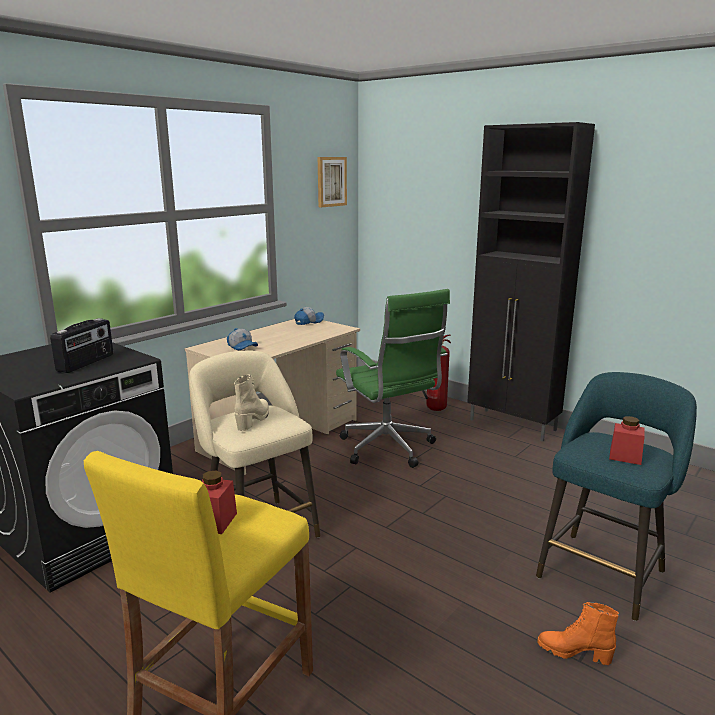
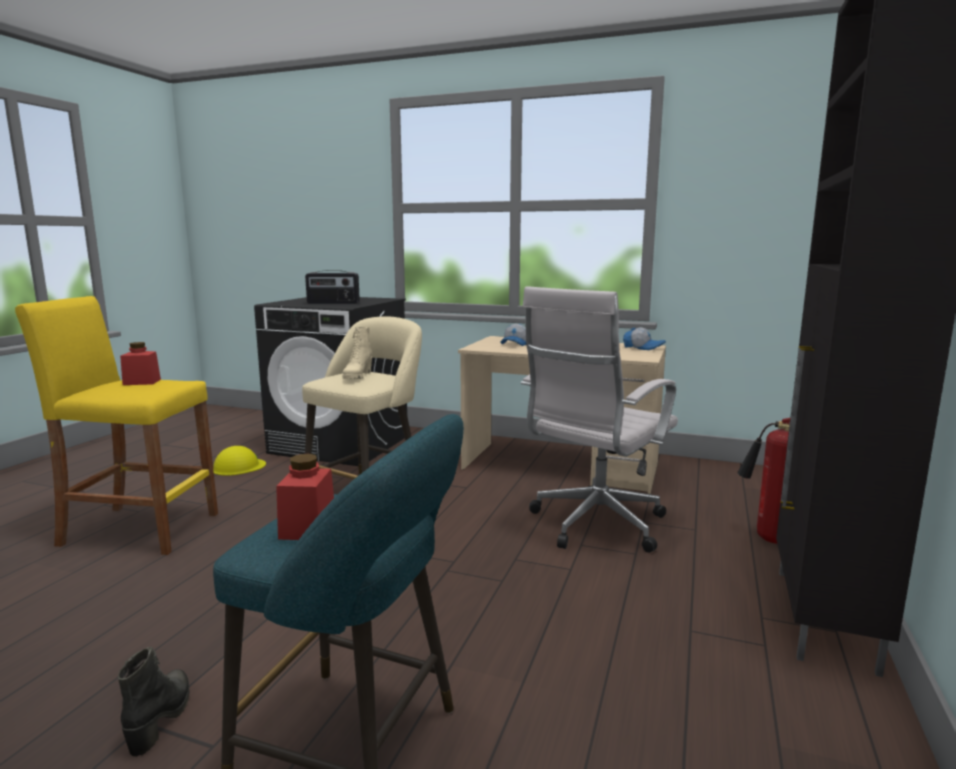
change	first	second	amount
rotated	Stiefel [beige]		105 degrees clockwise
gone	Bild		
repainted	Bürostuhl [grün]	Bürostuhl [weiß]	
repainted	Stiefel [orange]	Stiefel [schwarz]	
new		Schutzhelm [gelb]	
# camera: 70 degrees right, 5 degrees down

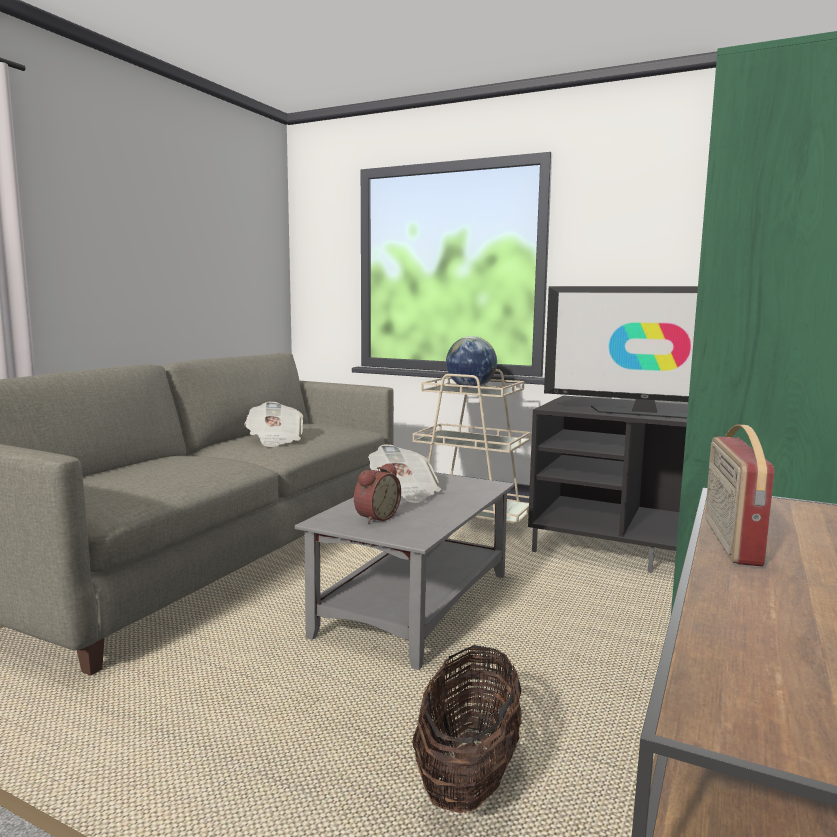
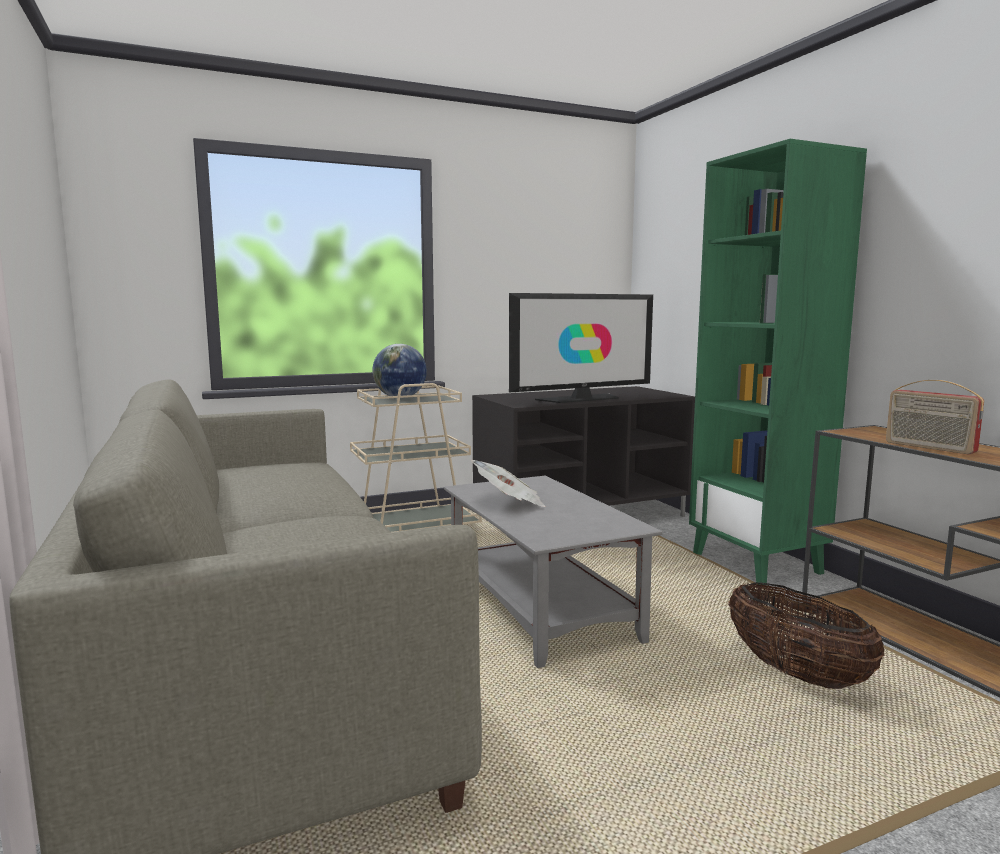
change	first	second	amount
gone	Zeitung (no. 1 from left)		
gone	Wecker		
# camera: 50 degrees left, 0 degrees up

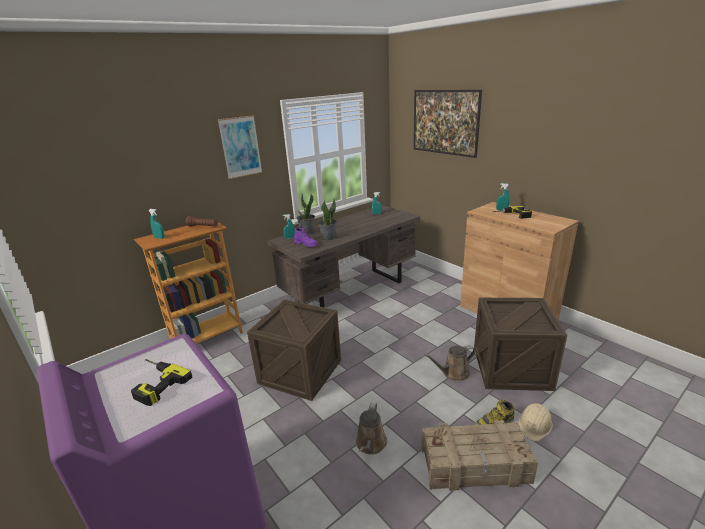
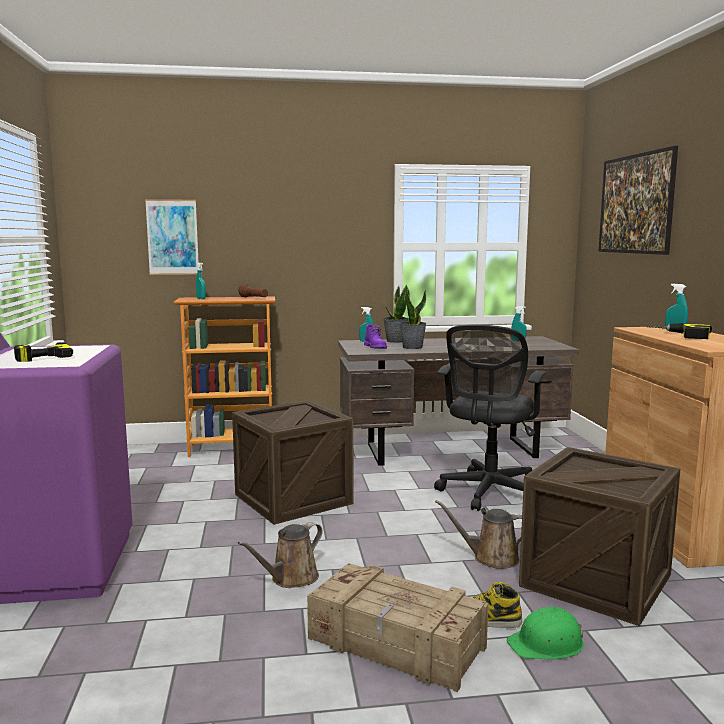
change	first	second	amount
shifted	Bild (no. 1 from left)		
repainted	Schutzhelm [beige]	Schutzhelm [grün]	
new		Bürostuhl [schwarz]	
# camera: 30 degrees right, 15 degrees down

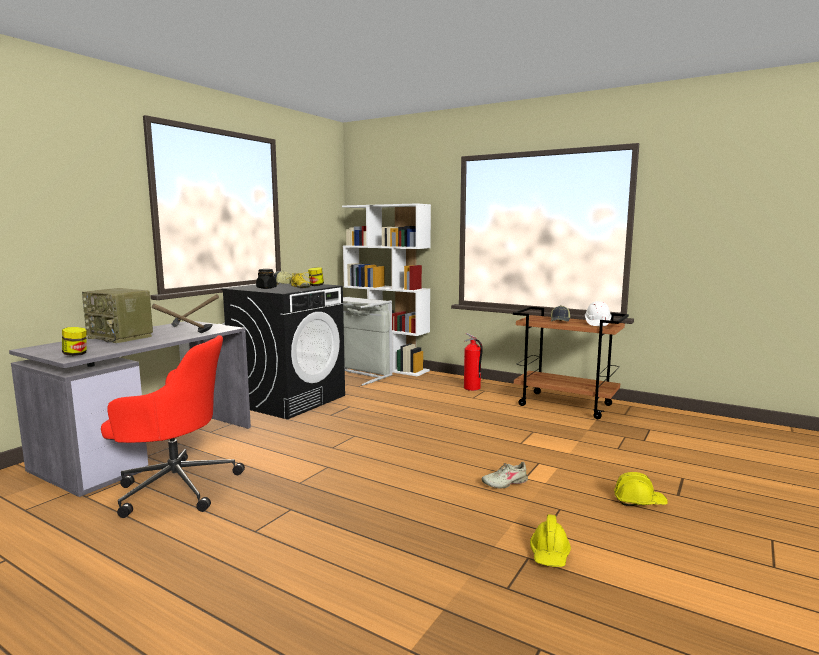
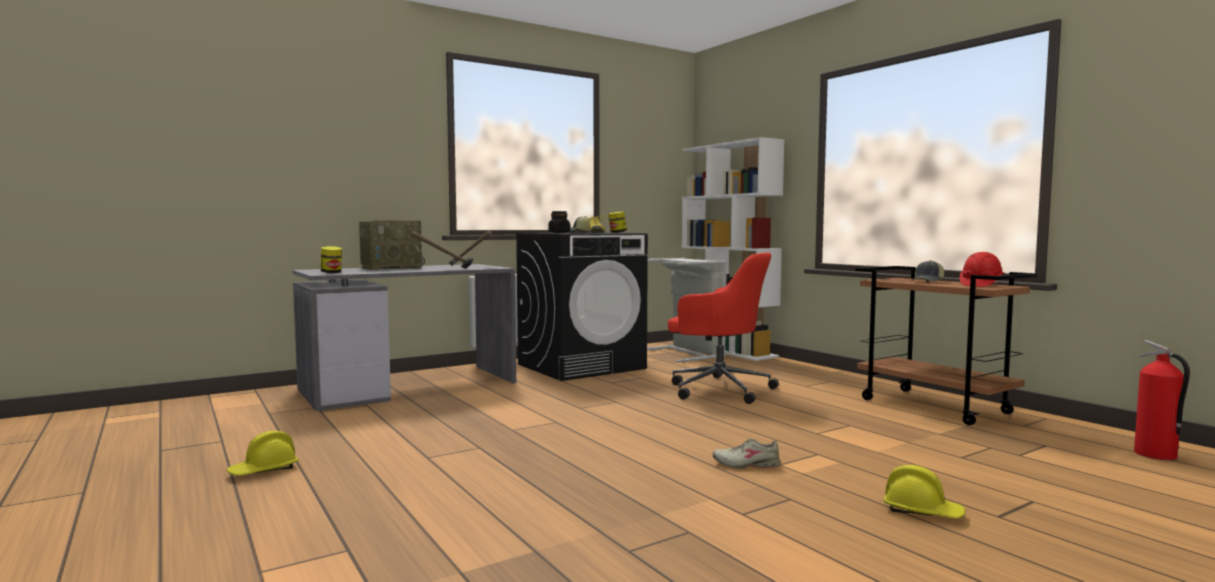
change	first	second	amount
rotated	Radio		90 degrees counterclockwise
shifted	Bürostuhl [rot]		
shifted	Feuerlöscher		
shifted	Schutzhelm [gelb] (no. 1 from left)		
repainted	Schutzhelm [weiß]	Schutzhelm [rot]	
# camera: 25 degrees right, 5 degrees down

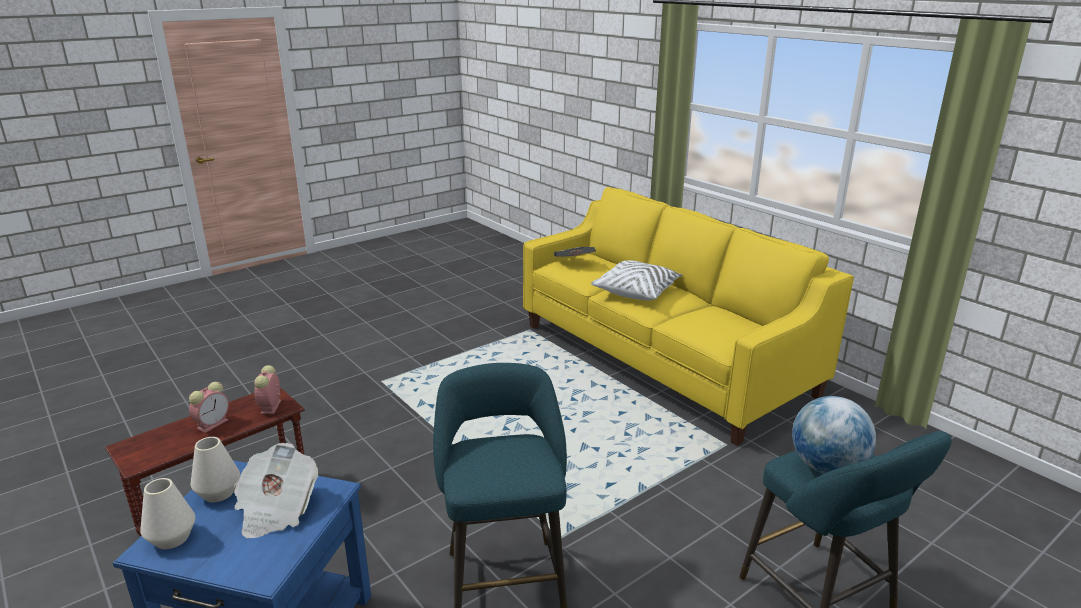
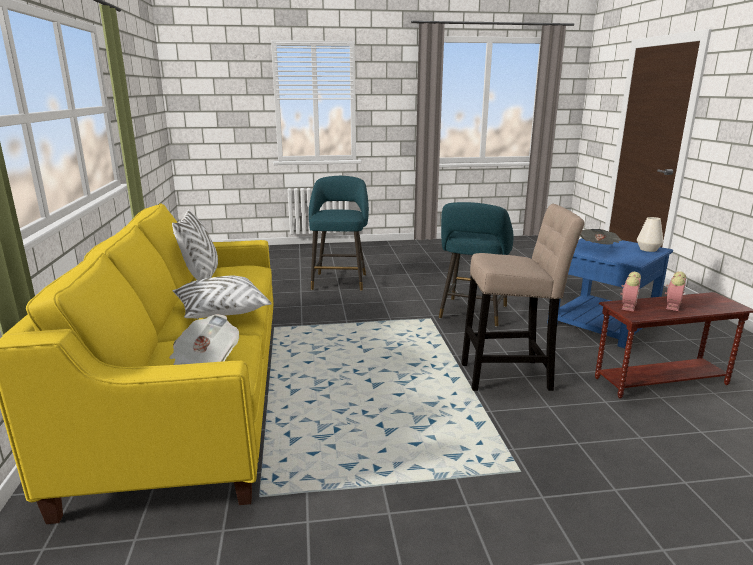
change	first	second	amount
rotated	Wecker (no. 1 from left in the first image)	Wecker (no. 2 from left)	150 degrees clockwise
gone	Vase [weiß] (no. 2 from left)		
gone	Globus		
new		Kissen [weiß] (no. 1 from left)	
new		Hocker [beige]	
# camera: 150 degrees left, 5 degrees down

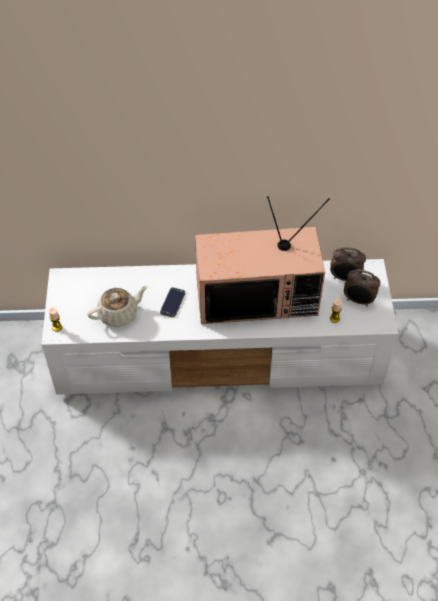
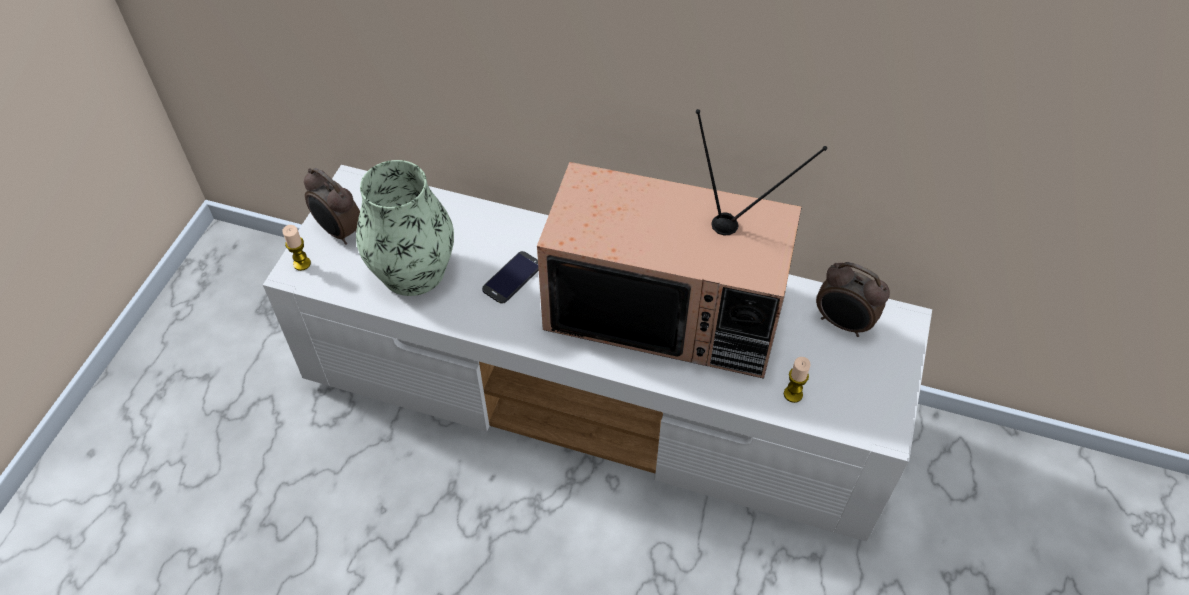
change	first	second	amount
swapped	Teekanne [beige]	Vase	
shifted	Wecker (no. 2 from left in the first image)	Wecker (no. 1 from left)	
# camera: 20 degrees right, 0 degrees up

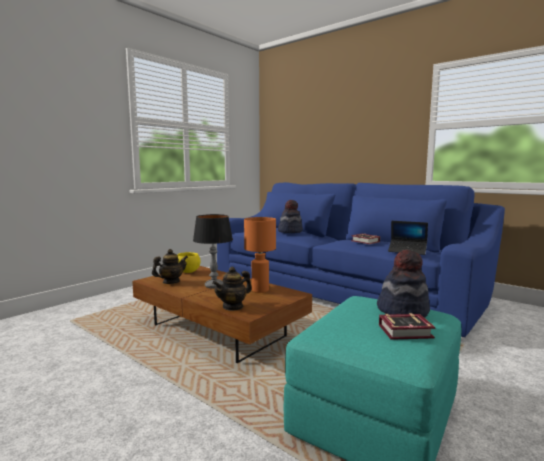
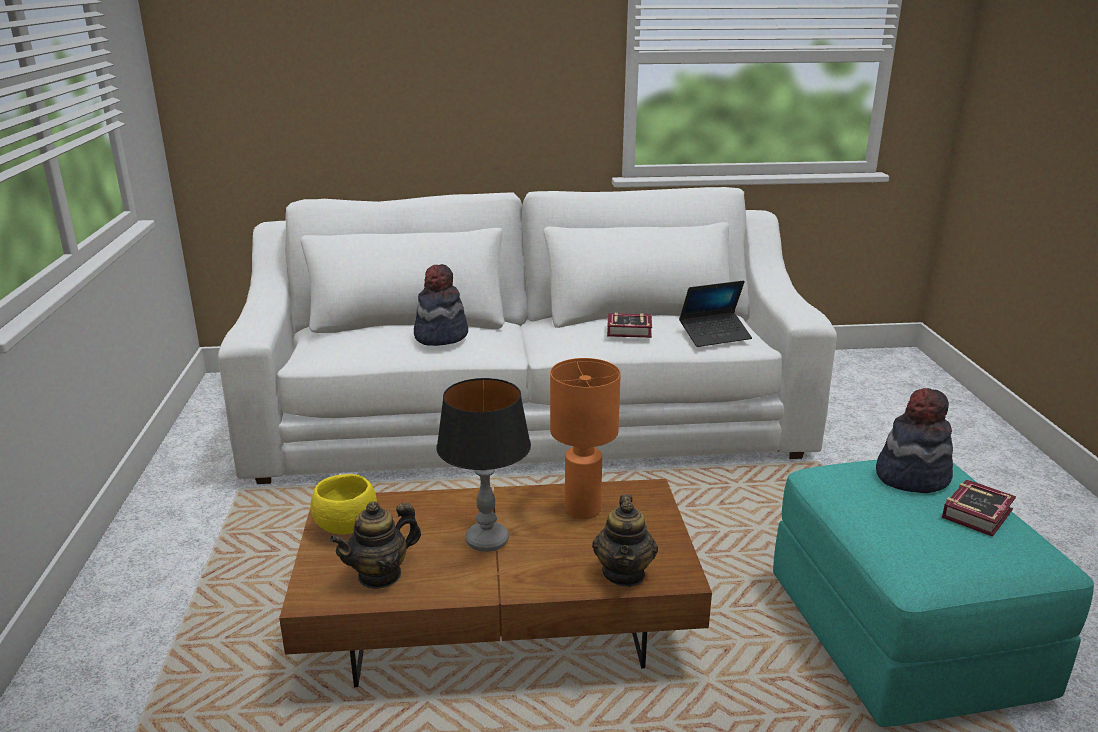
change	first	second	amount
rotated	Teekanne (no. 1 from left)		135 degrees counterclockwise
repainted	Sofa [blau]	Sofa [weiß]	
# camera: 45 degrees left, 15 degrees up

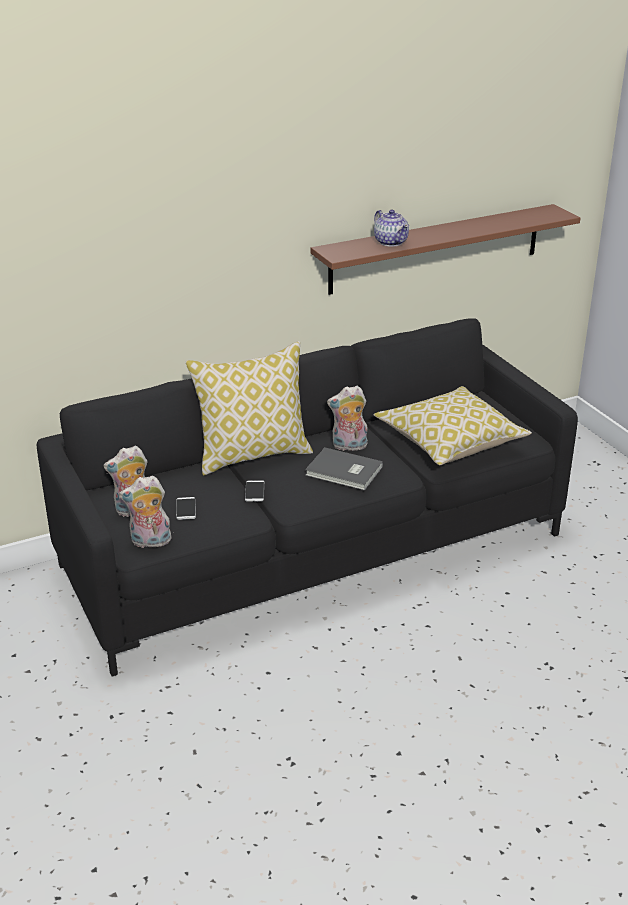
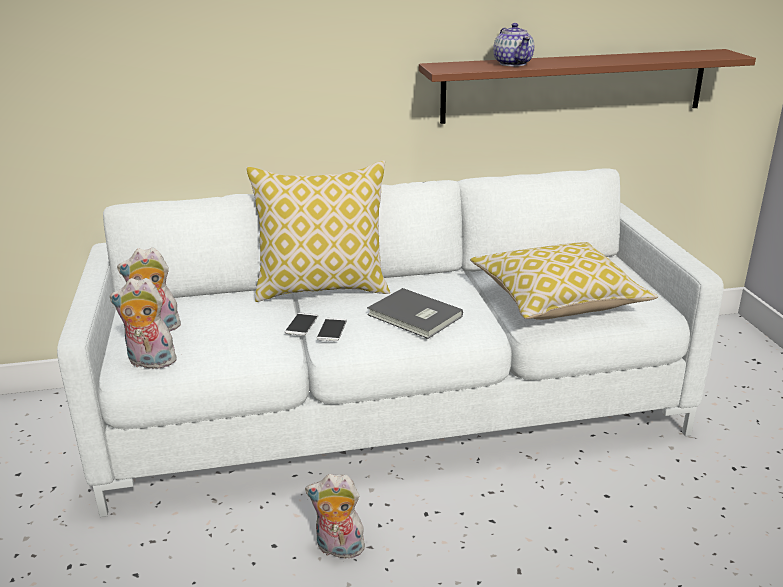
change	first	second	amount
repainted	Sofa [schwarz]	Sofa [weiß]	
shifted	Handy (no. 1 from left in the first image)	Handy (no. 2 from left)	
shifted	Plüschtier (no. 3 from left)		
# camera: 15 degrees right, 5 degrees down

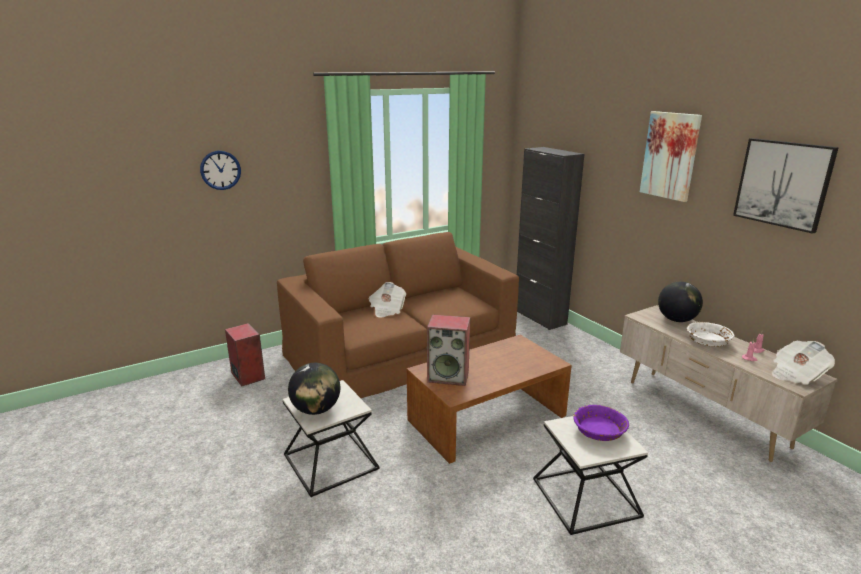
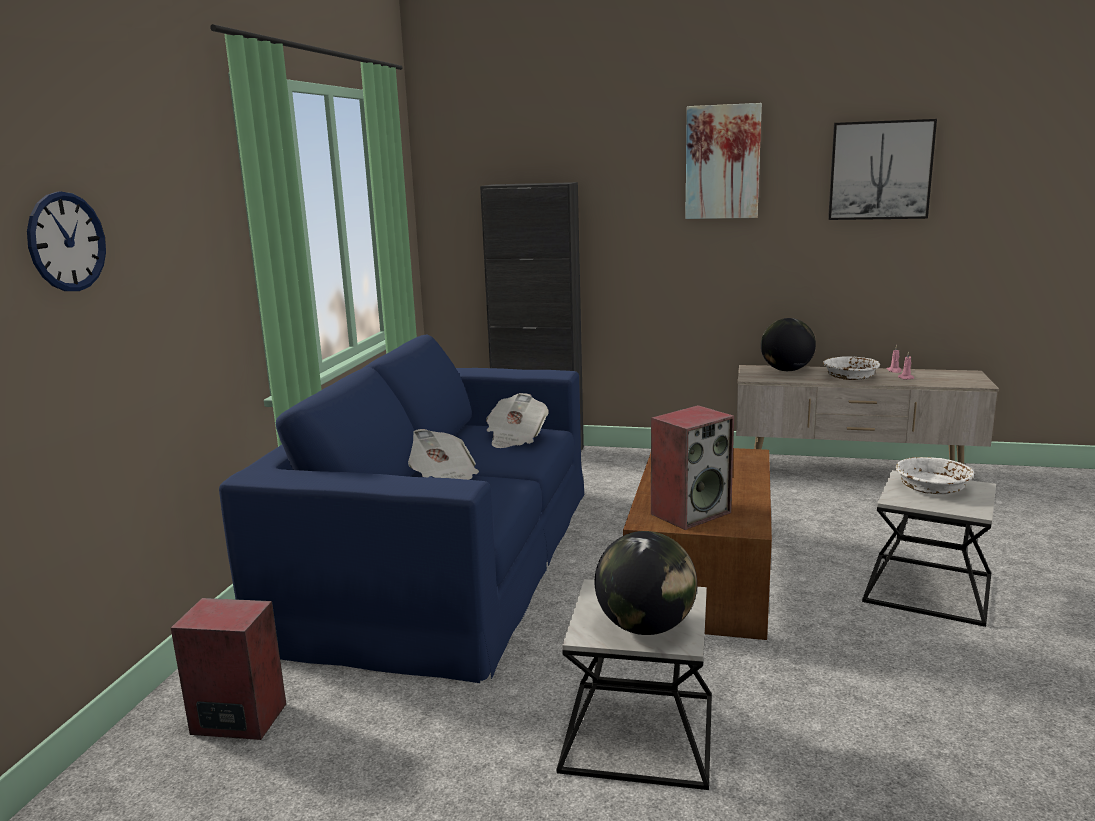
change	first	second	amount
repainted	Sofa [braun]	Sofa [blau]	
repainted	Schüssel [lila]	Schüssel [weiß] (no. 2 from left)	
shifted	Zeitung (no. 2 from left)		
# camera: 45 degrees left, 5 degrees down

